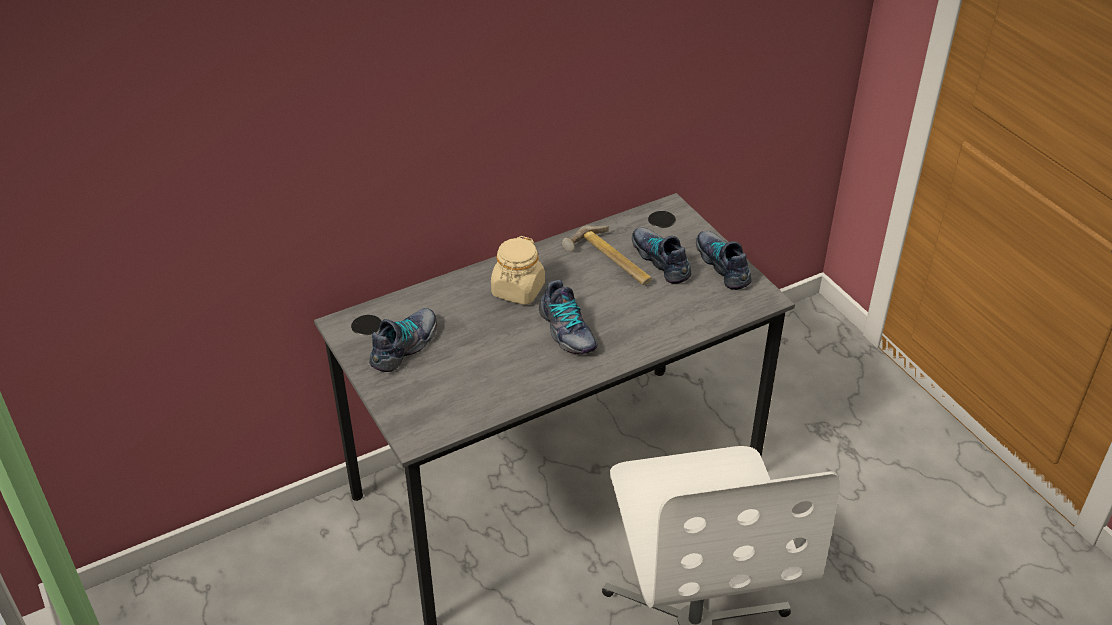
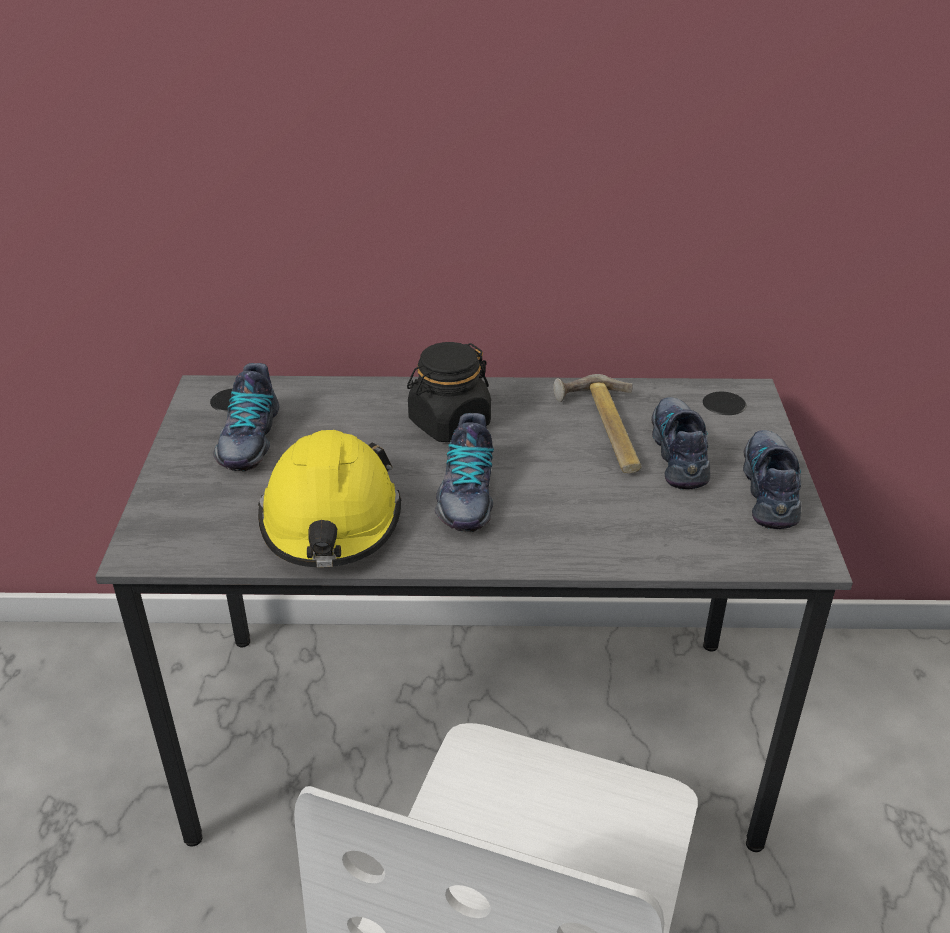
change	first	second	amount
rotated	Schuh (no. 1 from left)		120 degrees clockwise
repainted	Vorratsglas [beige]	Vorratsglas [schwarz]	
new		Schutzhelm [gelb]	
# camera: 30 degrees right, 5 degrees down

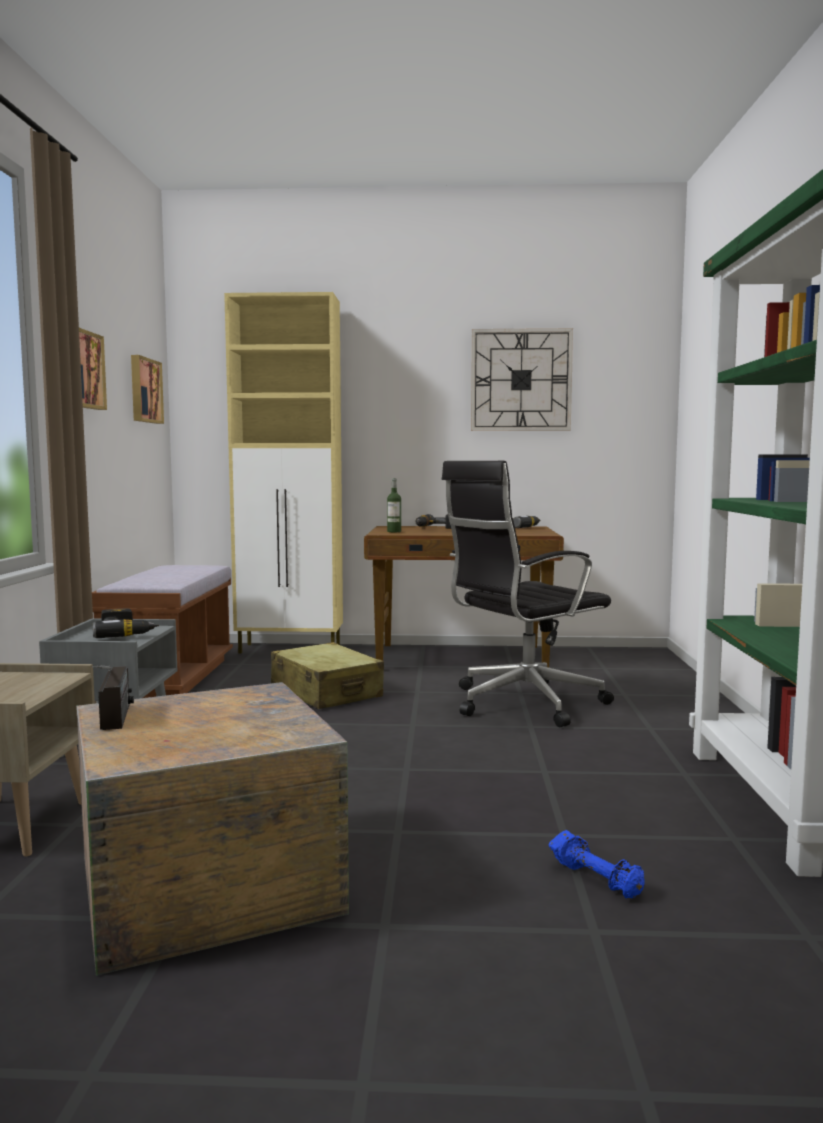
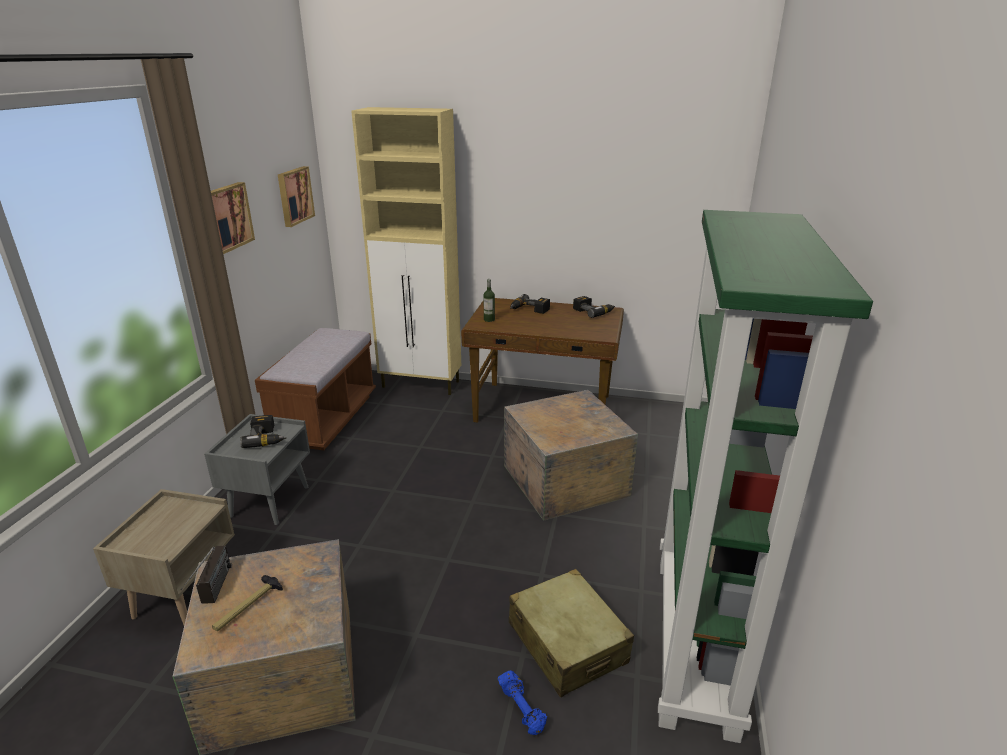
change	first	second	amount
shifted	Koffer [beige]		
swapped	Bürostuhl [schwarz]	Kiste (no. 2 from left)	
gone	Wanduhr		
new		Hammer	
# camera: 10 degrees right, 20 degrees up

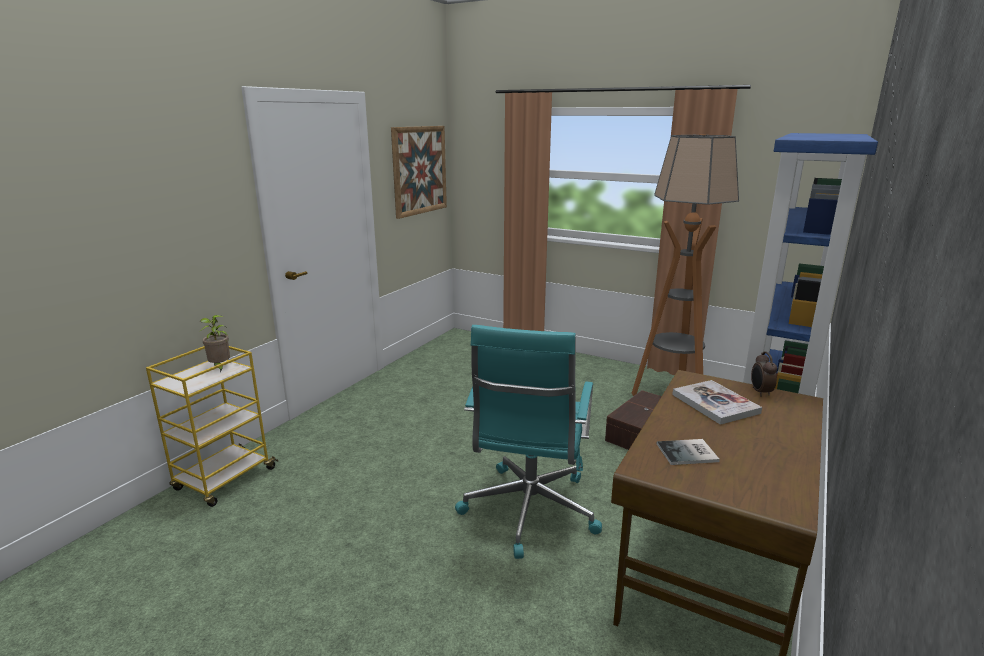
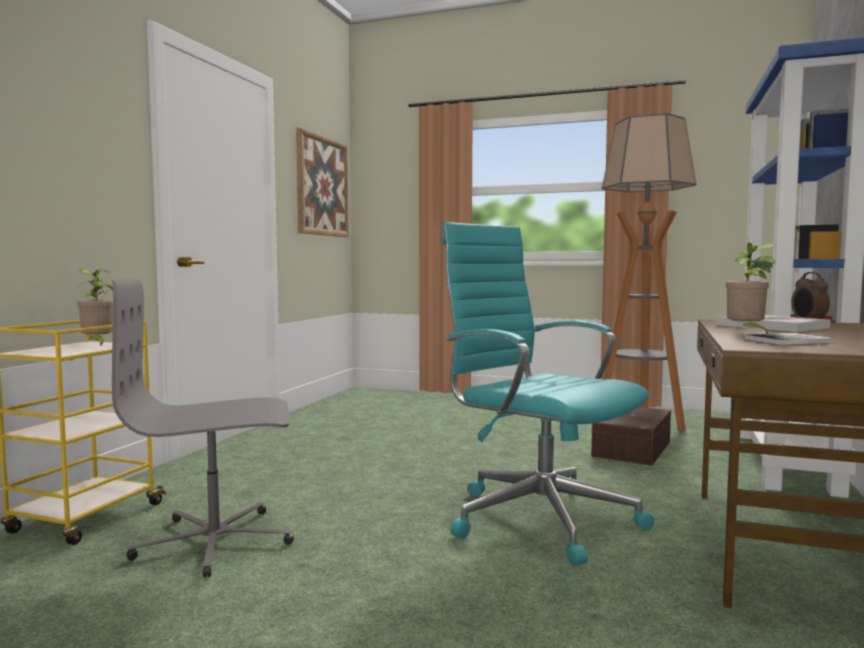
change	first	second	amount
rotated	Bürostuhl [türkis]		135 degrees clockwise
new		Bürostuhl [grau]	
new		Topfpflanze (no. 2 from left)	
# camera: 10 degrees left, 15 degrees down

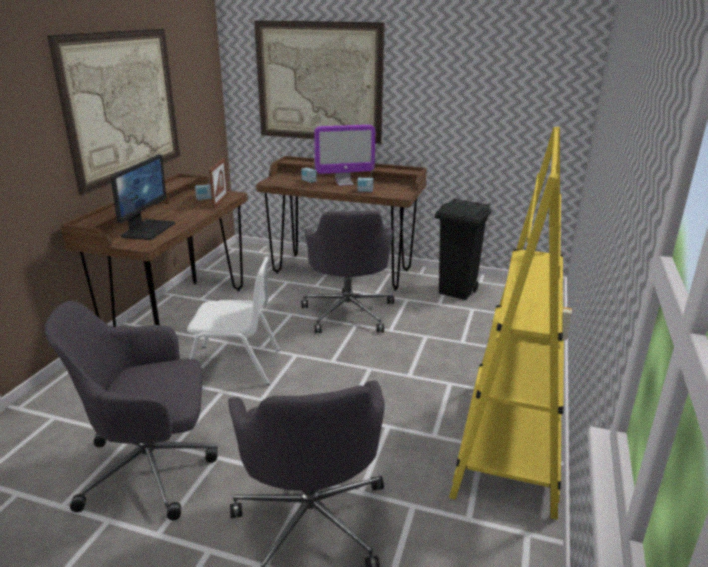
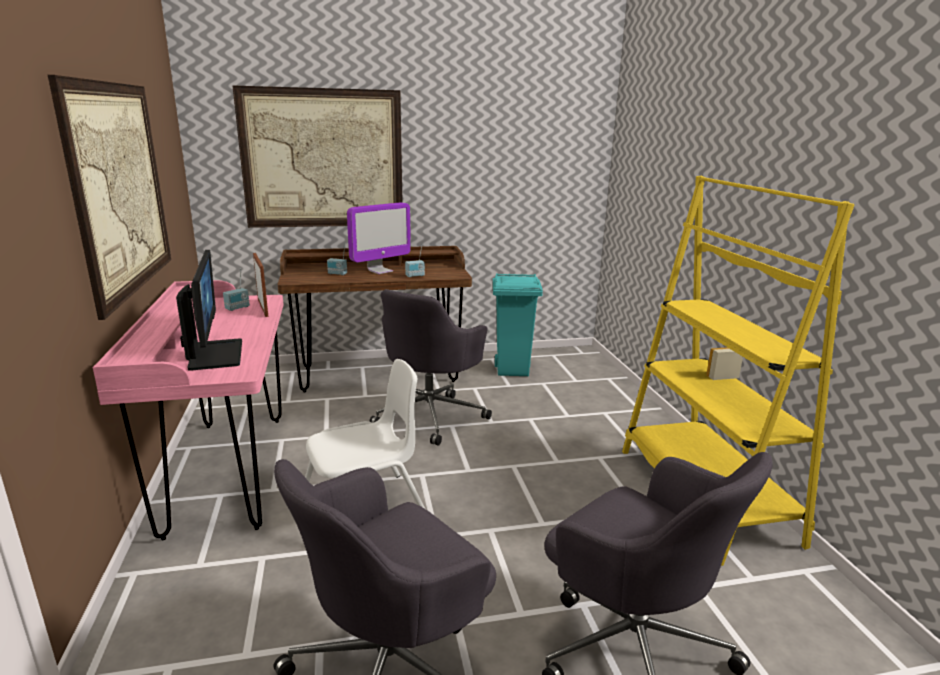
change	first	second	amount
repainted	Schreibtisch [braun] (no. 1 from left)	Schreibtisch [rosa]	
rotated	Bürostuhl [grau] (no. 3 from left in the first image)	Bürostuhl [grau] (no. 2 from left)	60 degrees clockwise
repainted	Mülleimer [schwarz]	Mülleimer [türkis]	
# camera: 30 degrees left, 5 degrees down

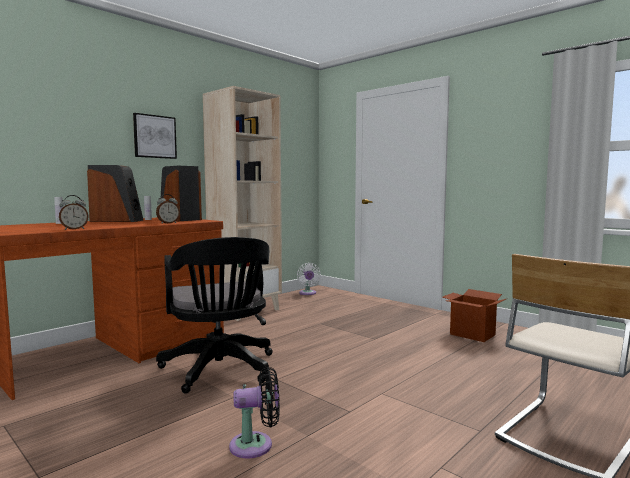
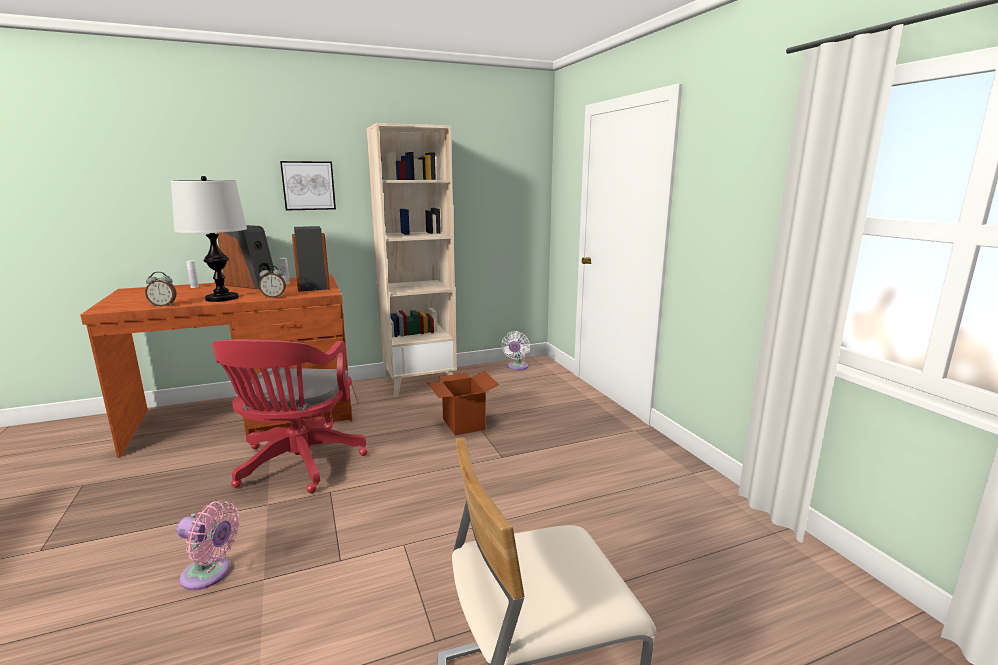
change	first	second	amount
repainted	Bürostuhl [schwarz]	Bürostuhl [rot]	
repainted	Ventilator [schwarz]	Ventilator [rosa]	
shifted	Karton		
new		Tischlampe	
# camera: 25 degrees right, 10 degrees up

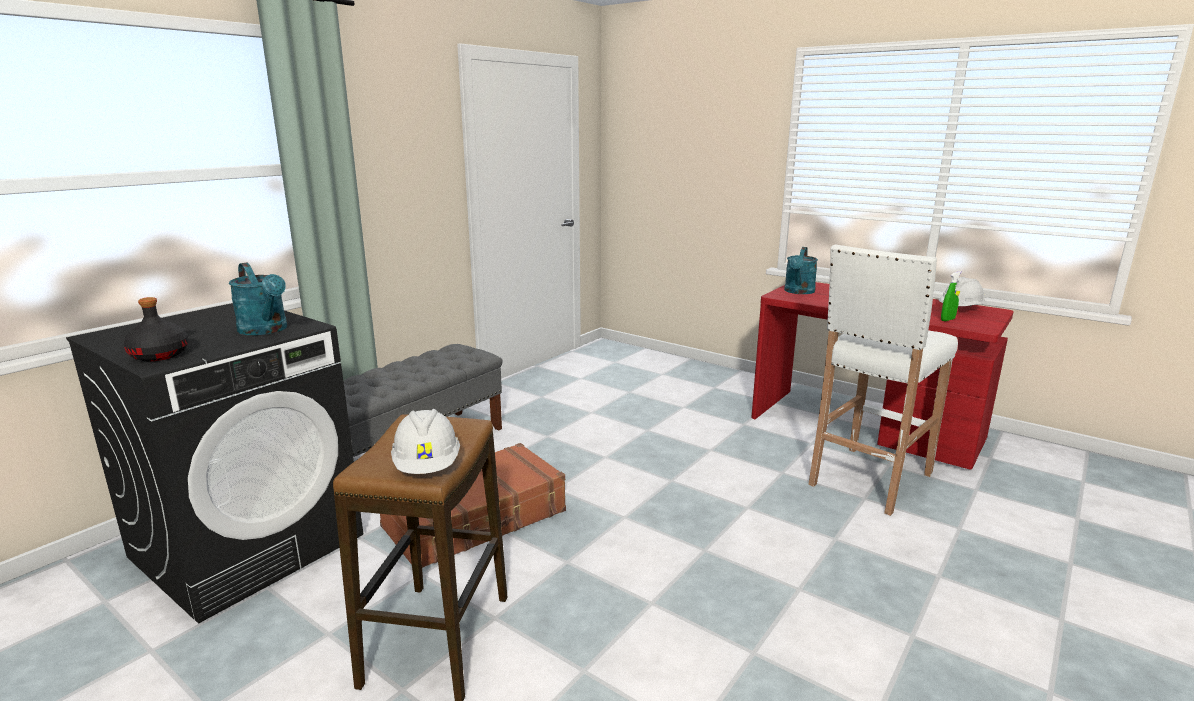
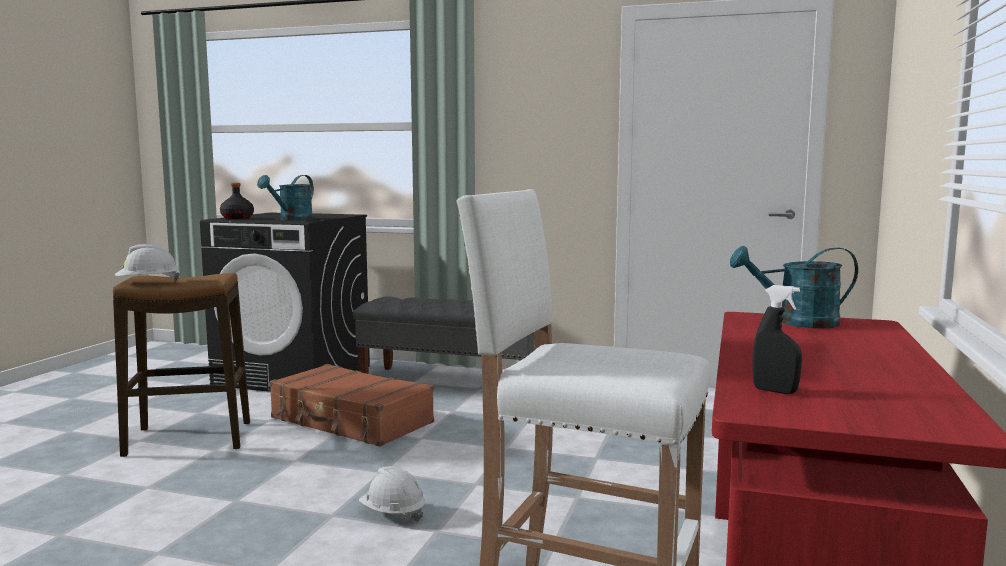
change	first	second	amount
shifted	Schutzhelm [weiß] (no. 2 from left)		
repainted	Sprühflasche [grün]	Sprühflasche [schwarz]	
# camera: 70 degrees right, 10 degrees down

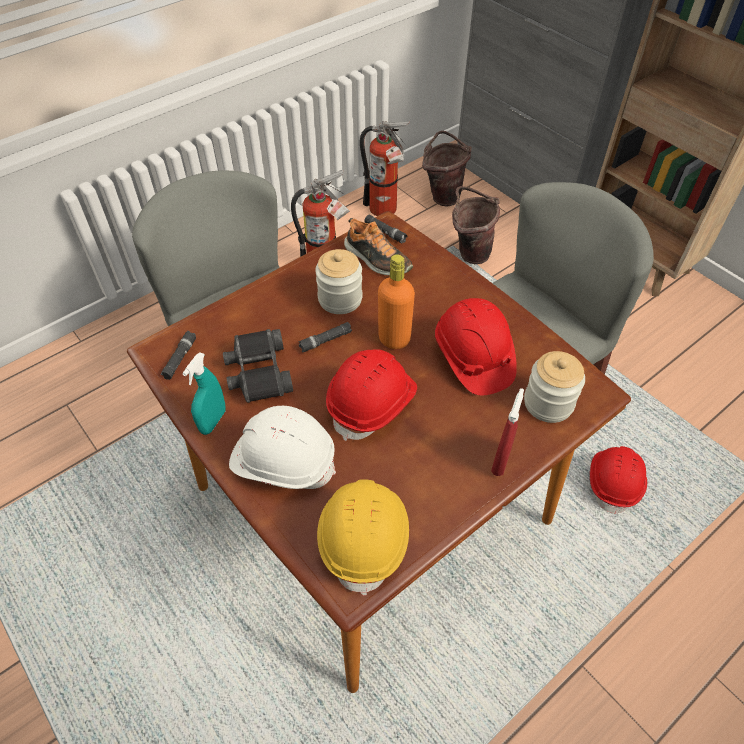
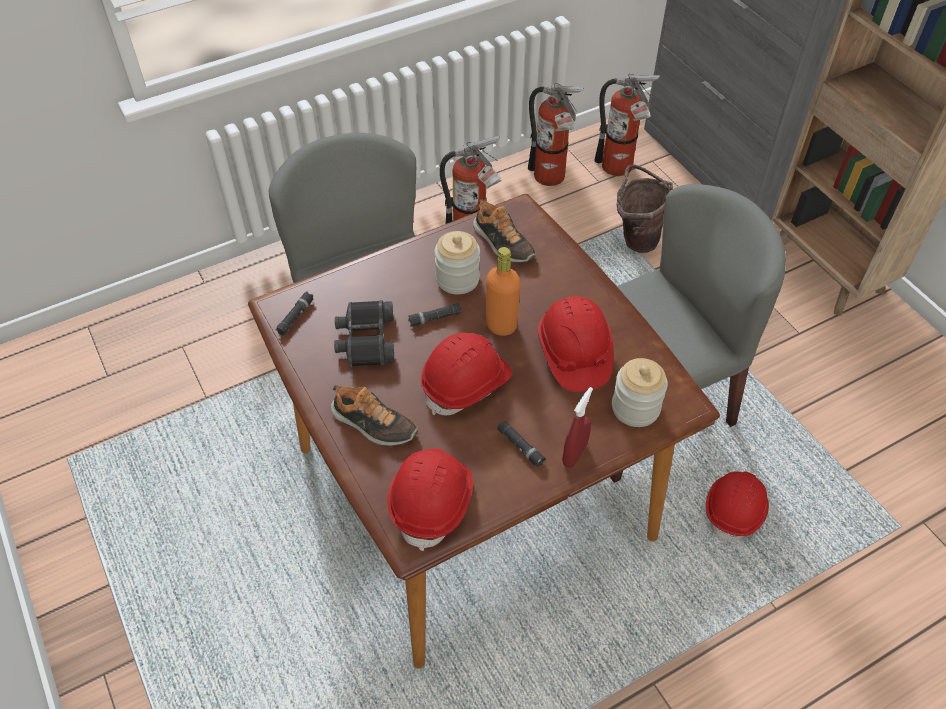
change	first	second	amount
gone	Sprühflasche [türkis]		
swapped	Schutzhelm [weiß]	Schuh (no. 1 from left)	
repainted	Schutzhelm [gelb]	Schutzhelm [rot] (no. 1 from left)	
shifted	Taschenlampe [schwarz] (no. 3 from left)		
swapped	Eimer [braun] (no. 1 from left)	Feuerlöscher (no. 3 from left)	
# camera: 10 degrees right, 0 degrees up

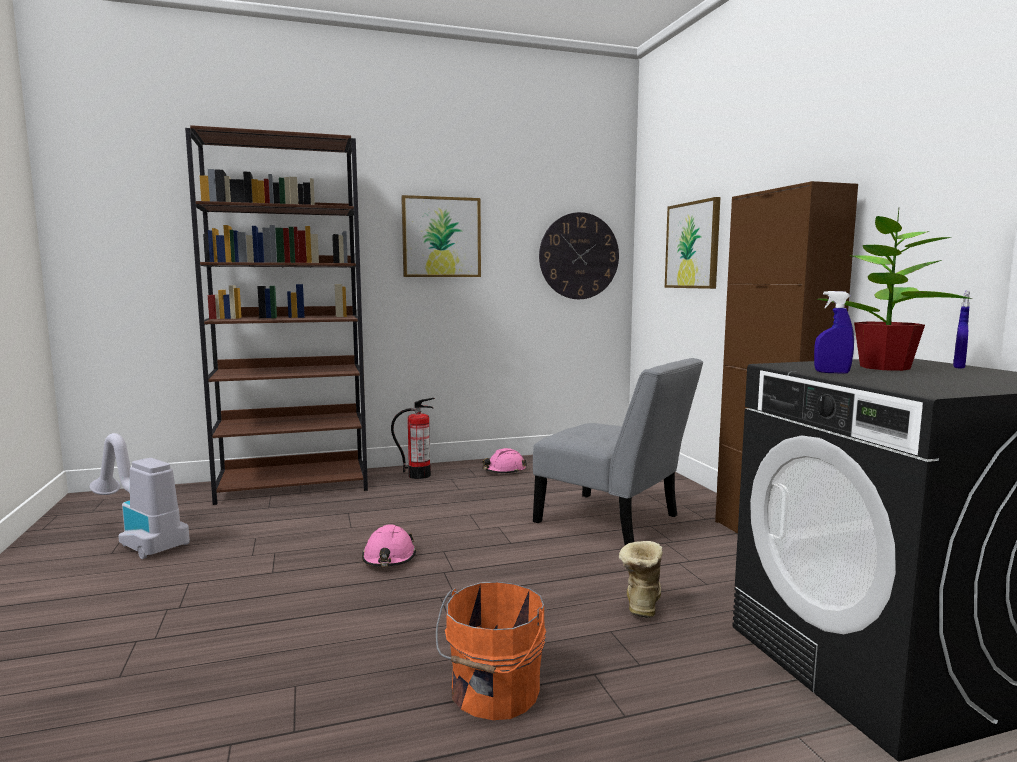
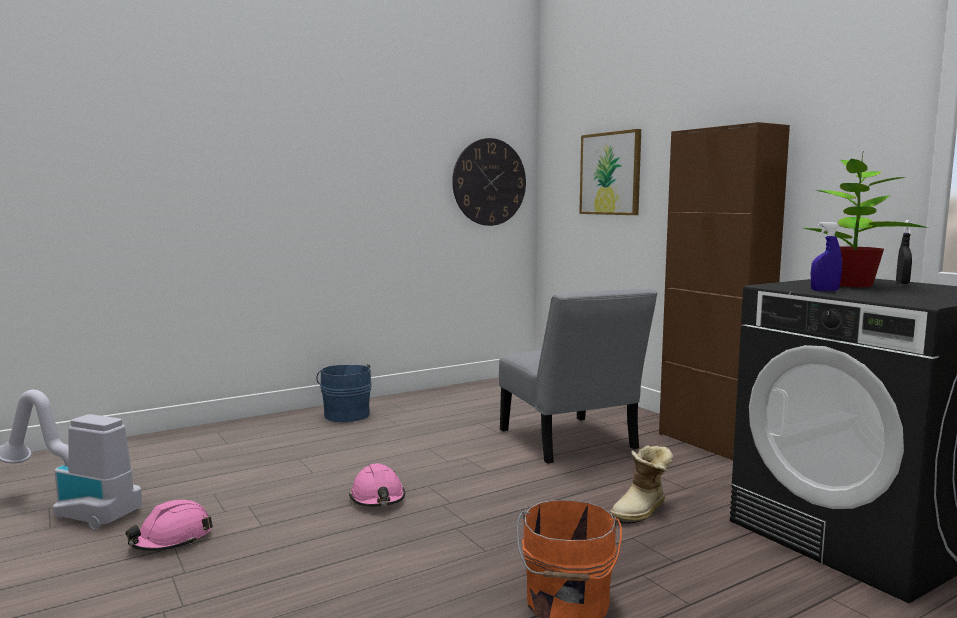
change	first	second	amount
gone	Bücherregal [braun]		
swapped	Feuerlöscher	Eimer [blau]	
gone	Bild (no. 1 from left)		
shifted	Schutzhelm [rosa] (no. 2 from left in the first image)	Schutzhelm [rosa] (no. 1 from left)	
rotated	Stuhl [grau]		45 degrees clockwise
rotated	Stiefel		135 degrees counterclockwise
repainted	Sprühflasche [blau] (no. 2 from left)	Sprühflasche [schwarz]	
# camera: 15 degrees left, 0 degrees up

